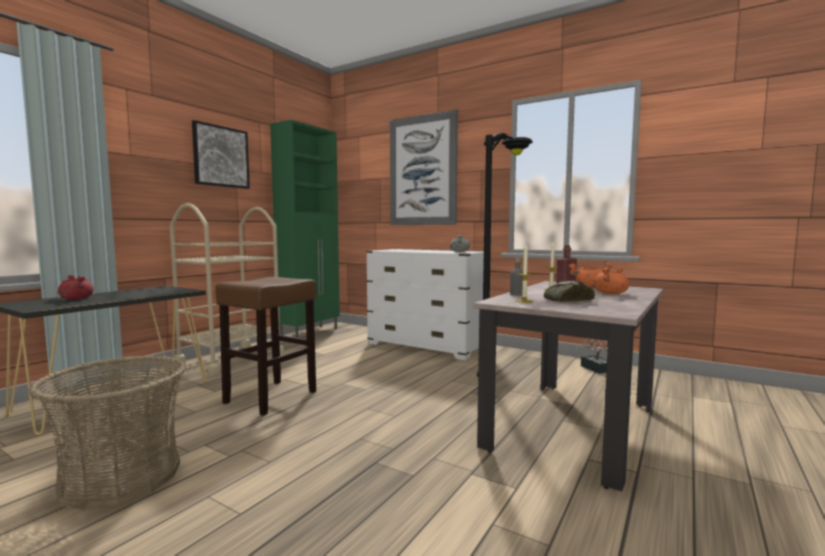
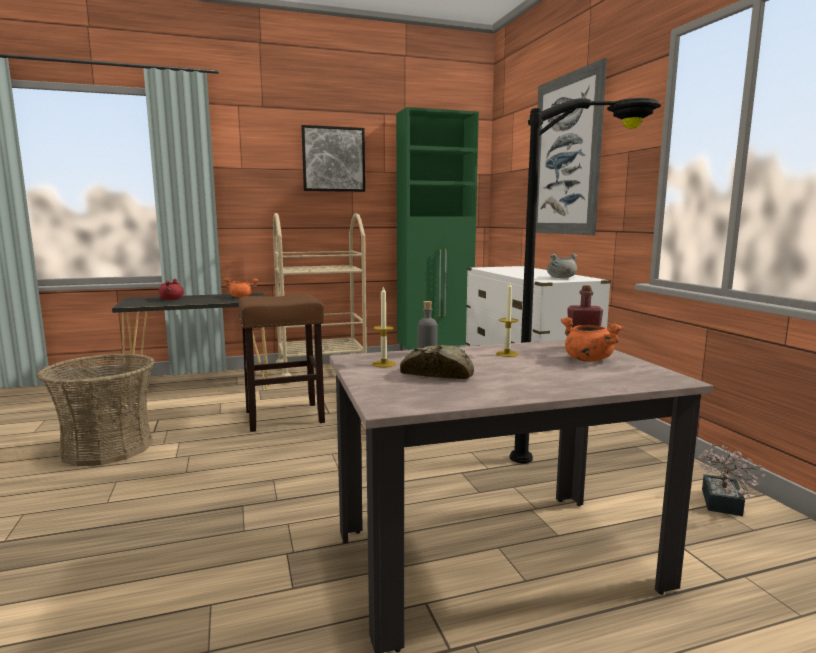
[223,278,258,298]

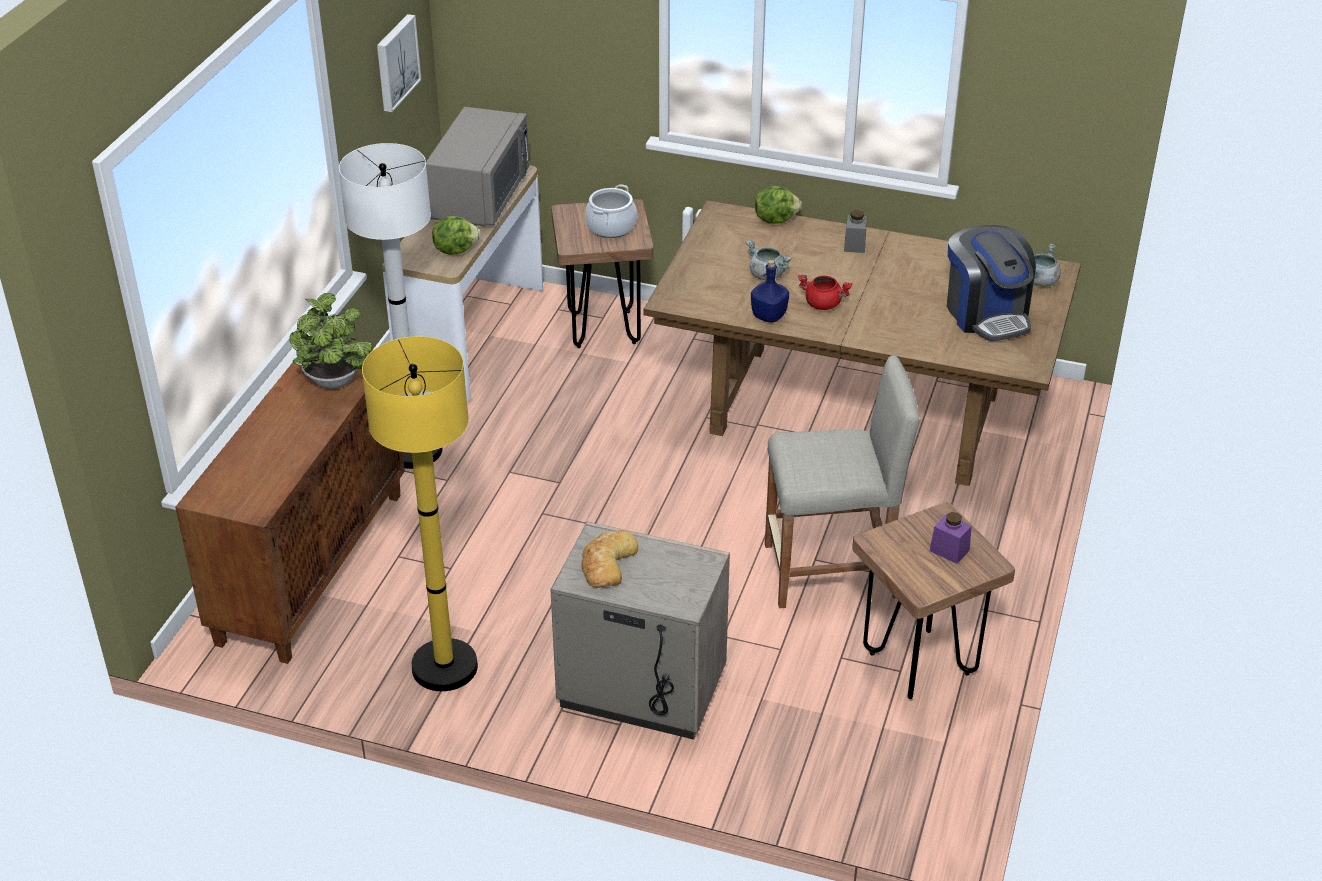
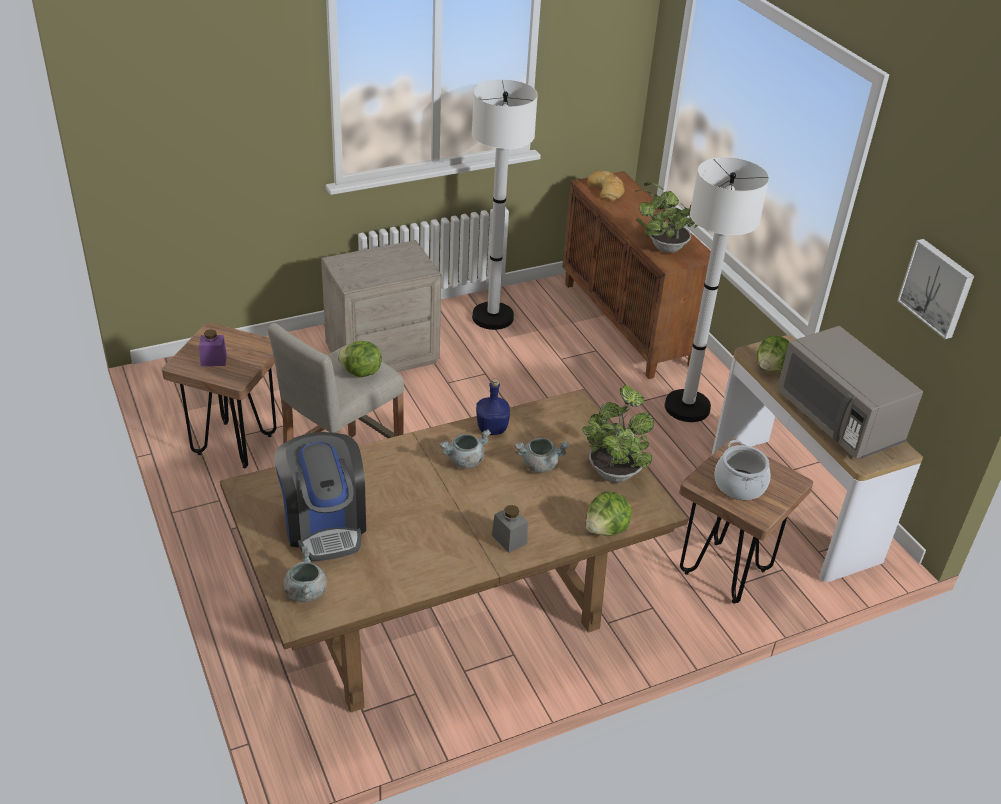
[472,80,538,330]
[587,171,625,201]
[439,429,491,468]
[274,432,366,561]
[337,341,382,377]
[583,385,654,483]

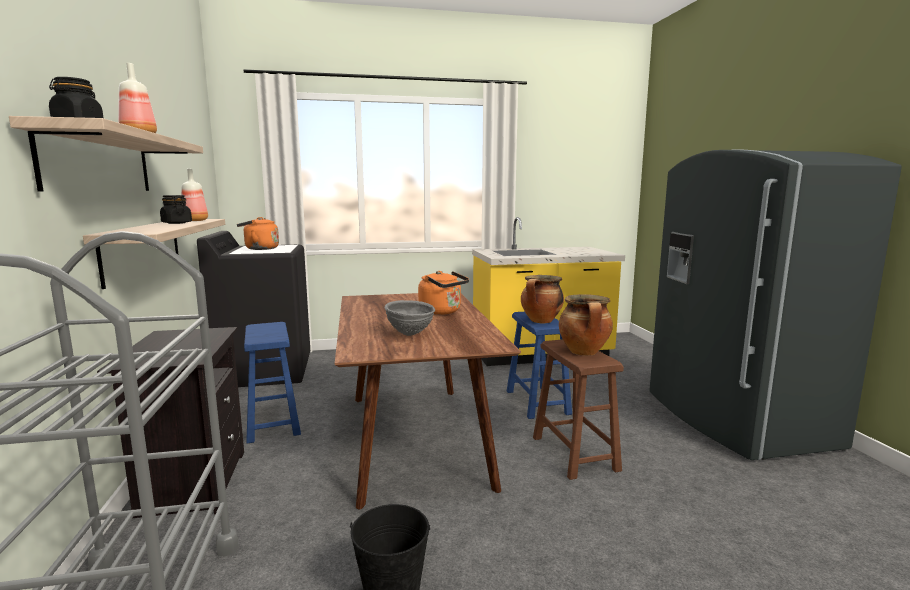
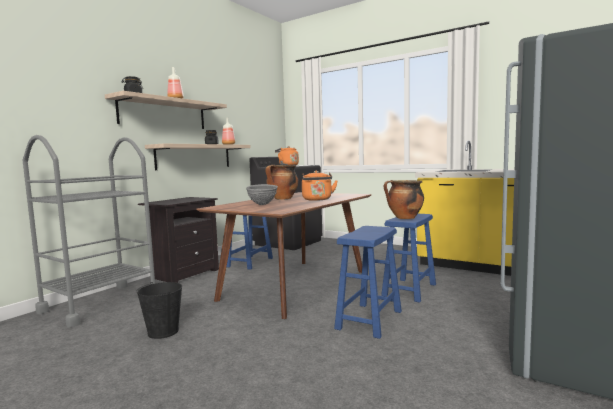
[334,226,402,339]
[265,165,298,200]

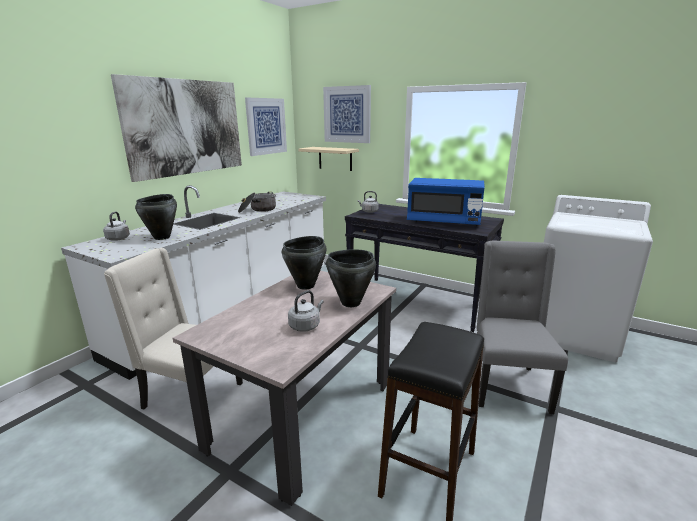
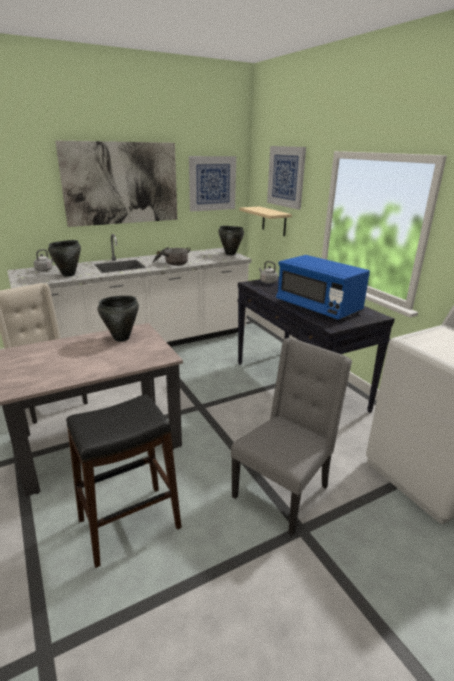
[288,290,324,332] (first image)
[218,226,244,255]

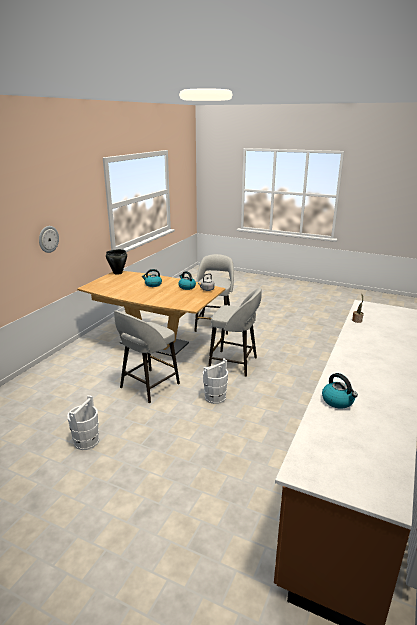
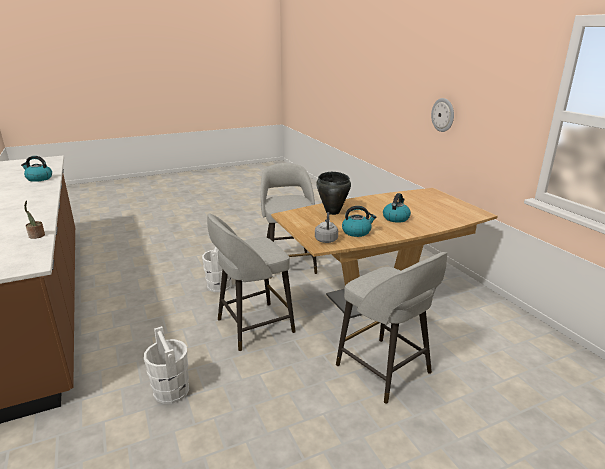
[144,326,189,404]
[316,172,351,215]

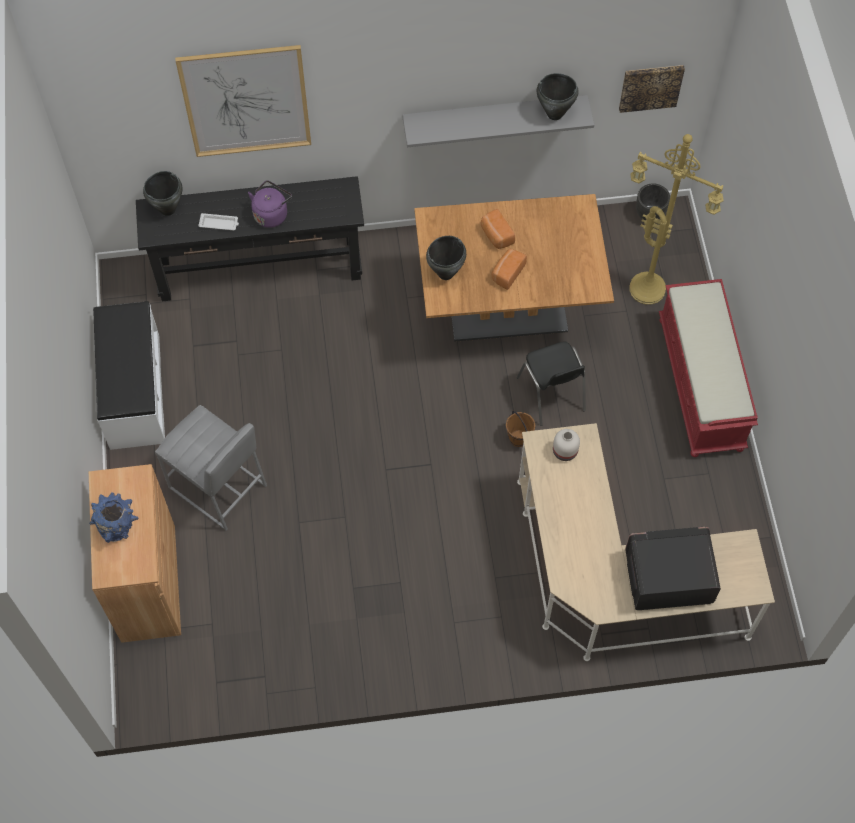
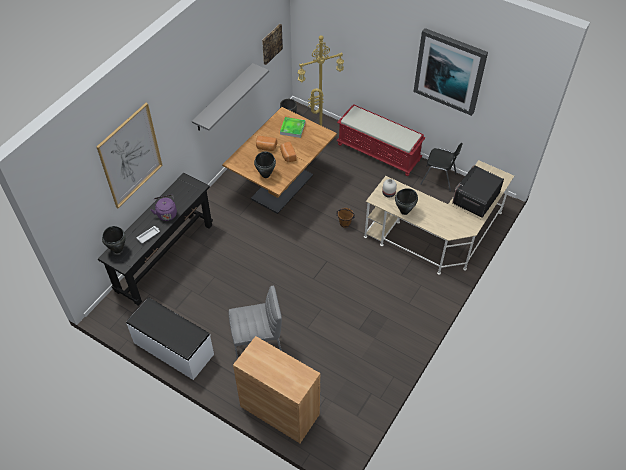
[89,492,139,543] (first image)
[420,143,463,192]
[395,188,418,215]
[280,117,305,138]
[413,28,488,116]

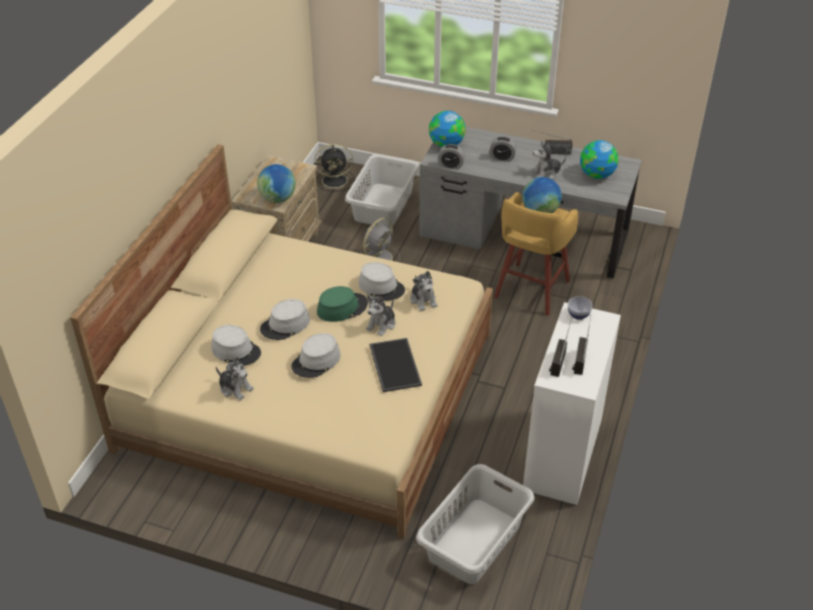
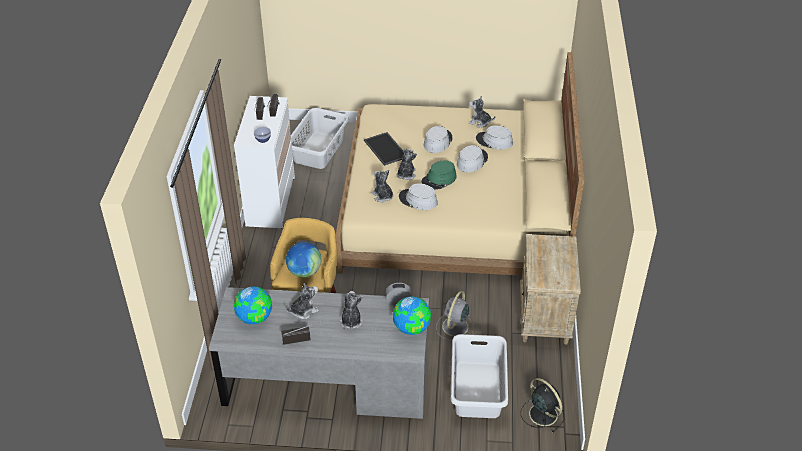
[257,164,296,203] (first image)
[521,378,564,433]
[340,291,363,329]

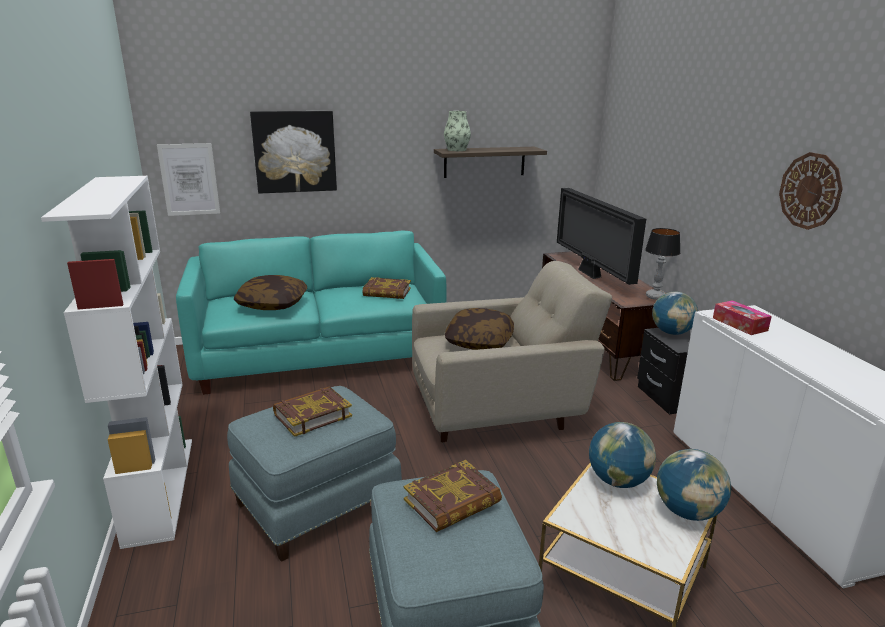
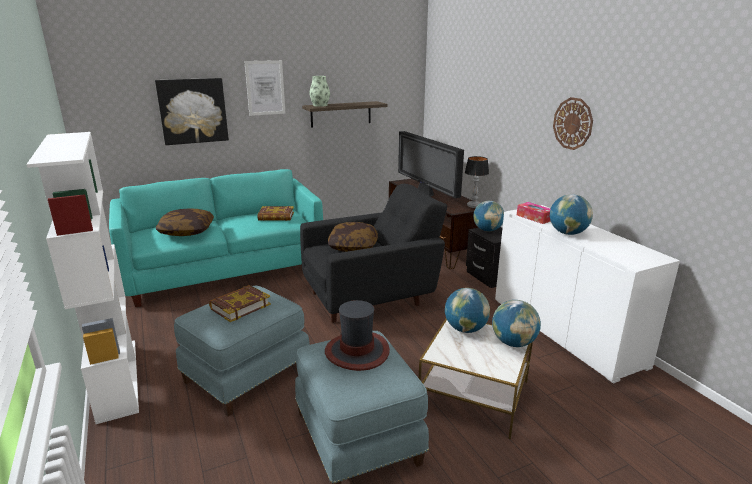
[244,60,286,116]
[325,300,390,371]
[300,184,447,323]
[550,194,593,235]

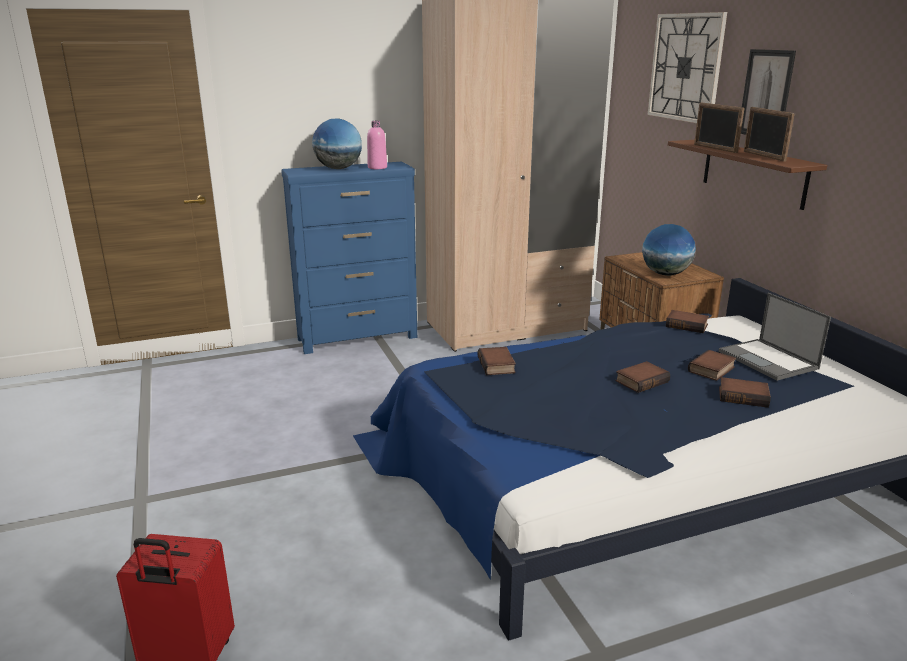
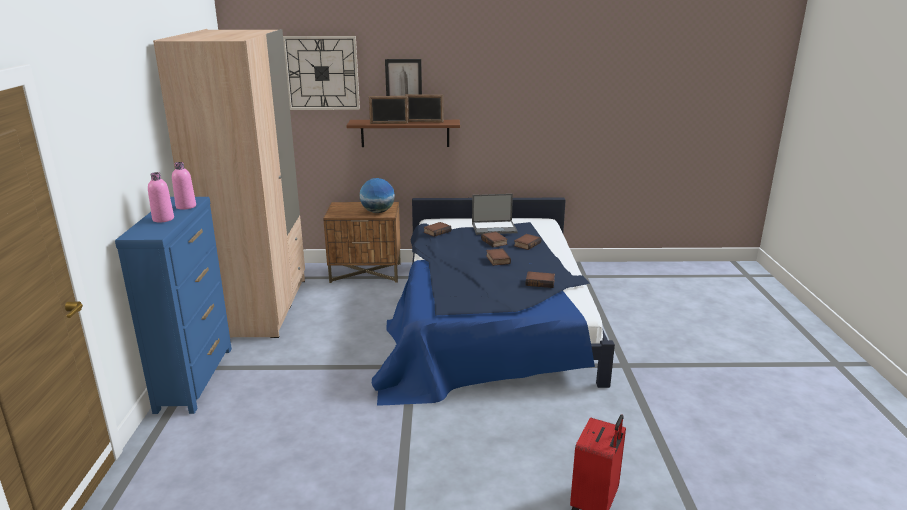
[148,172,174,222]
[526,271,555,288]

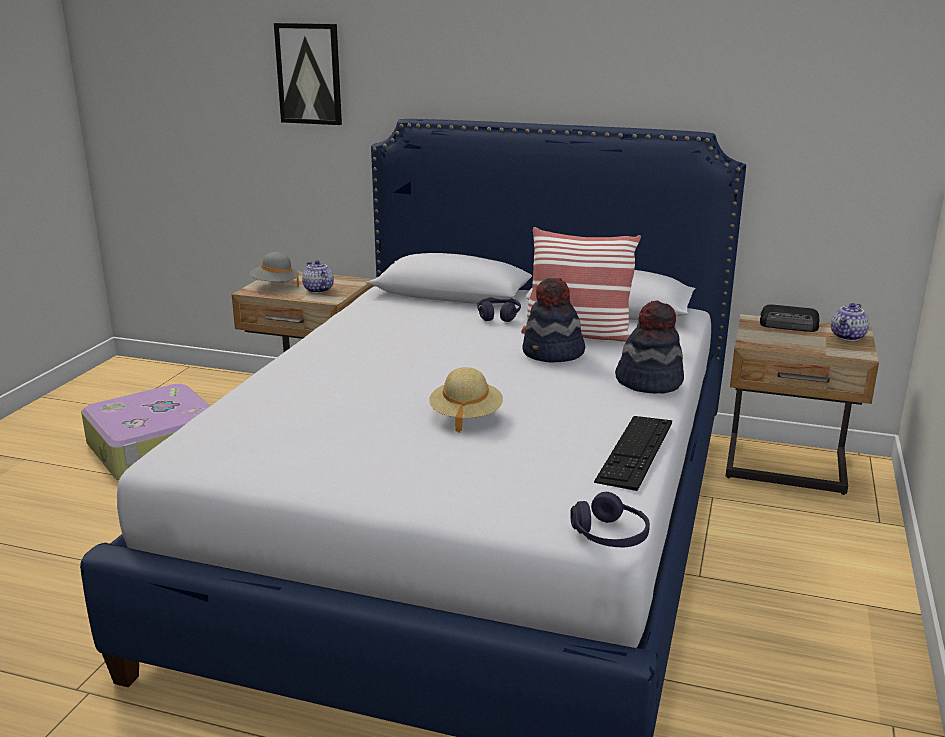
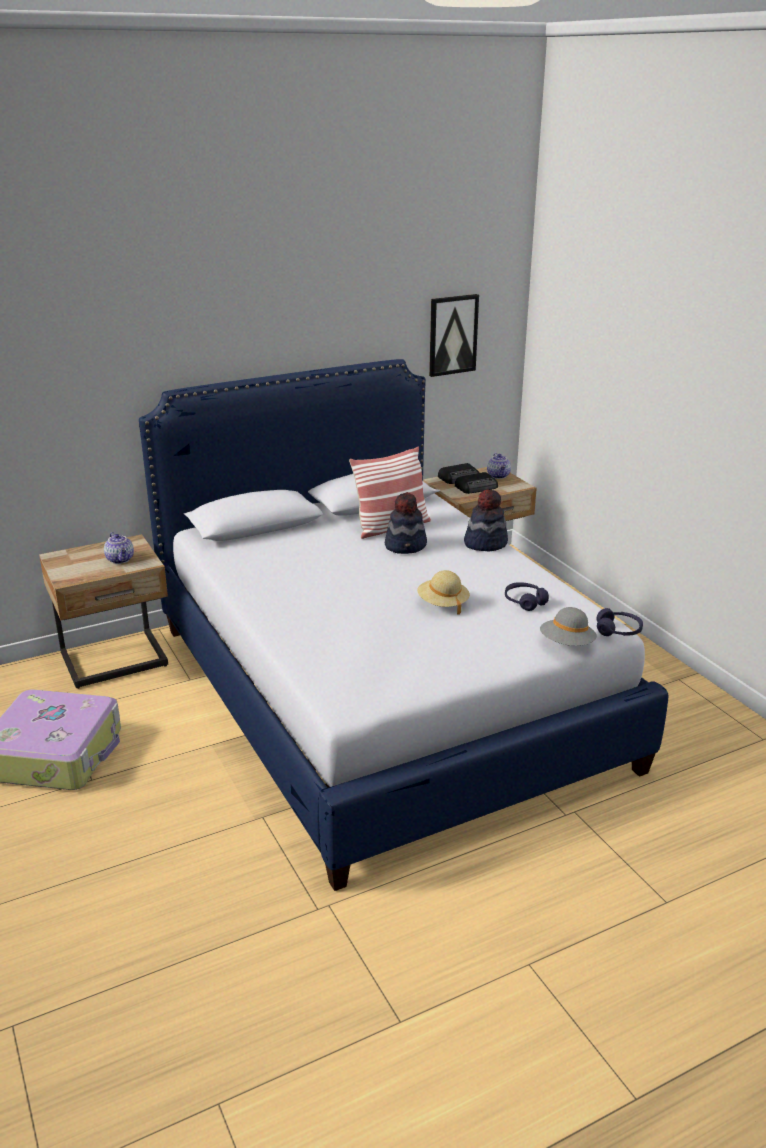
[540,607,597,646]
[429,294,479,377]
[104,532,134,564]
[505,582,549,611]
[594,416,672,491] (first image)
[455,472,498,494]

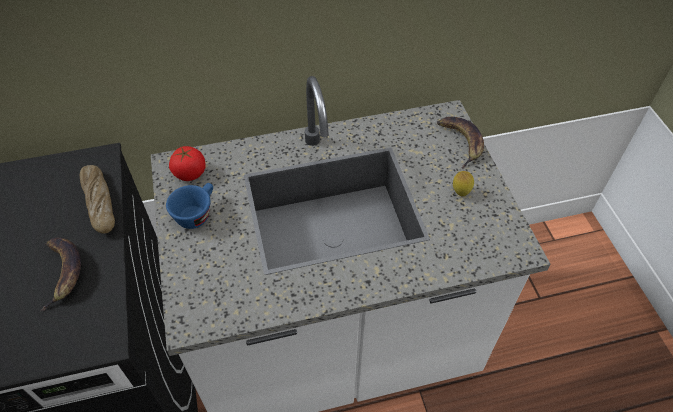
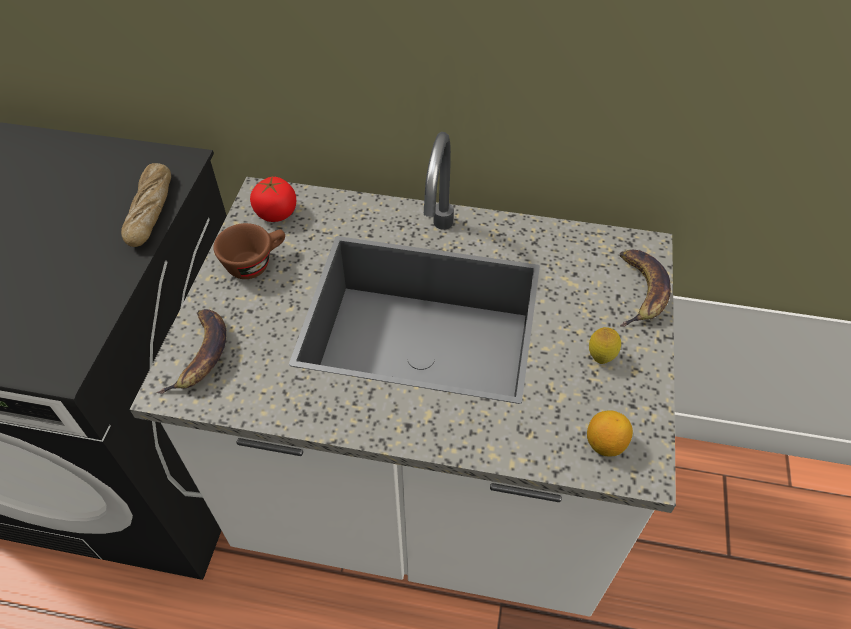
[157,309,226,394]
[213,223,285,279]
[587,410,633,457]

